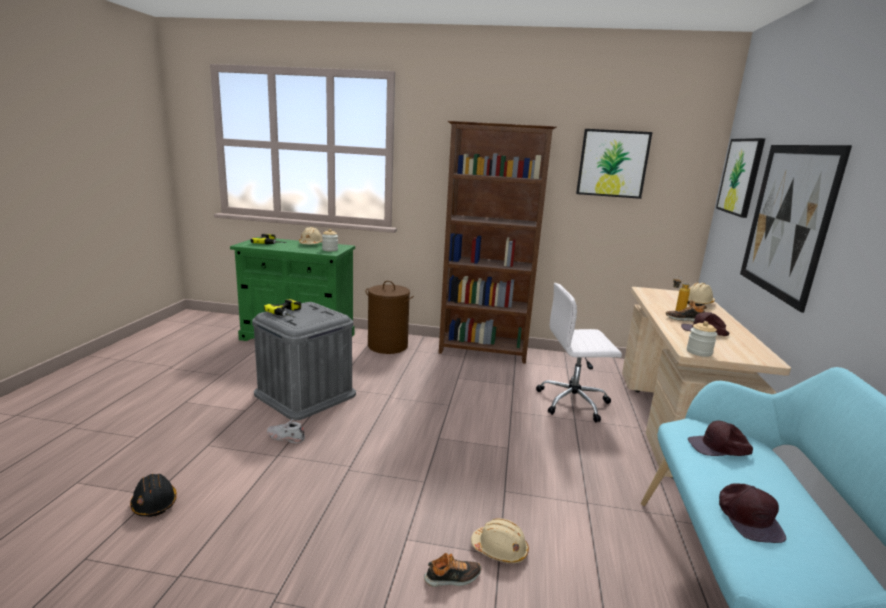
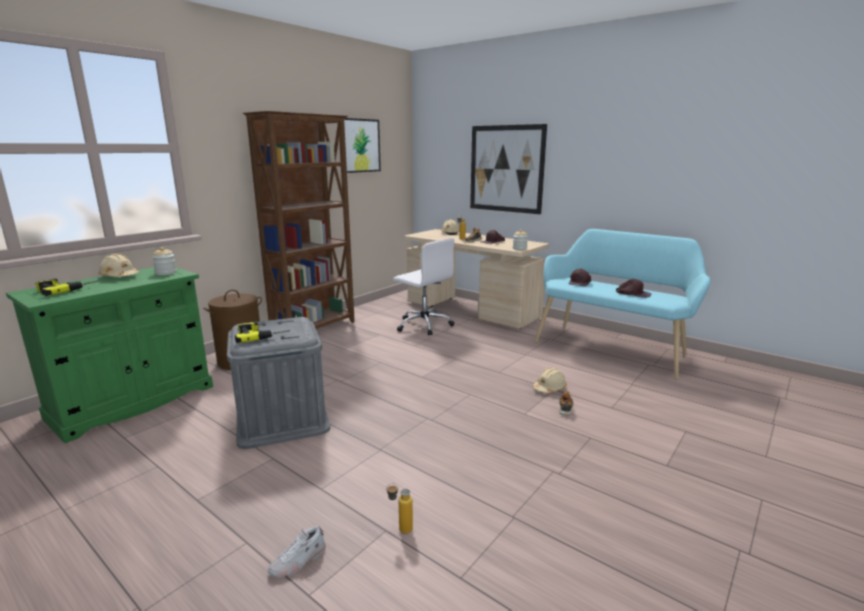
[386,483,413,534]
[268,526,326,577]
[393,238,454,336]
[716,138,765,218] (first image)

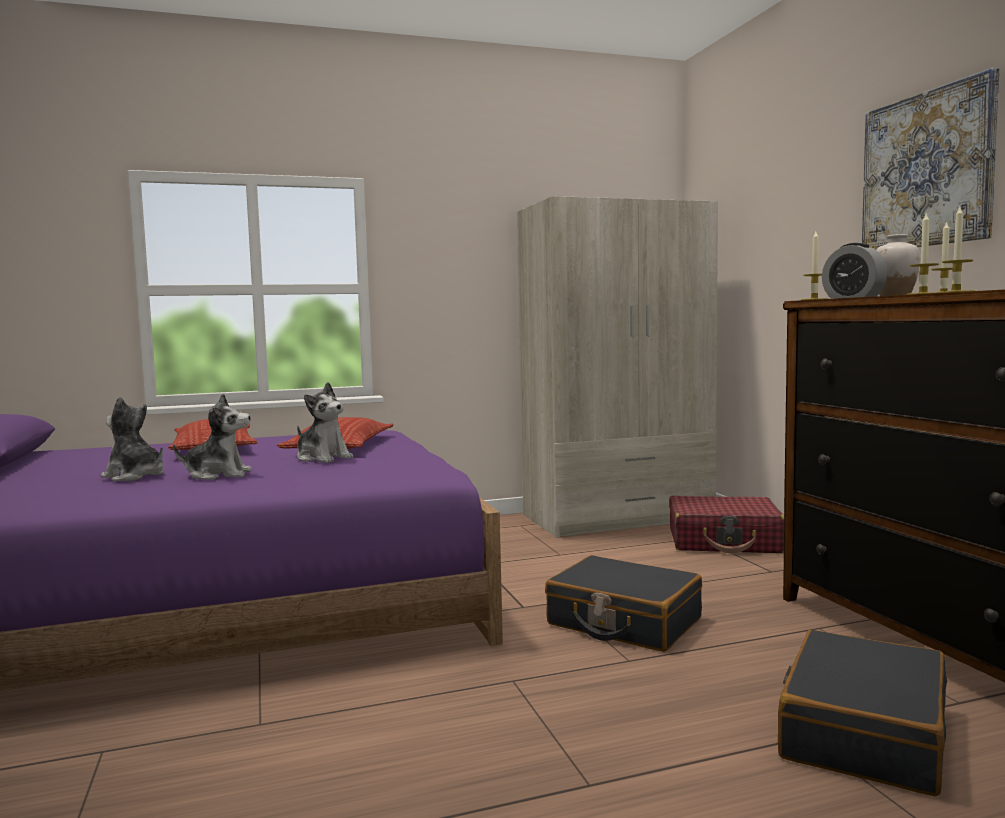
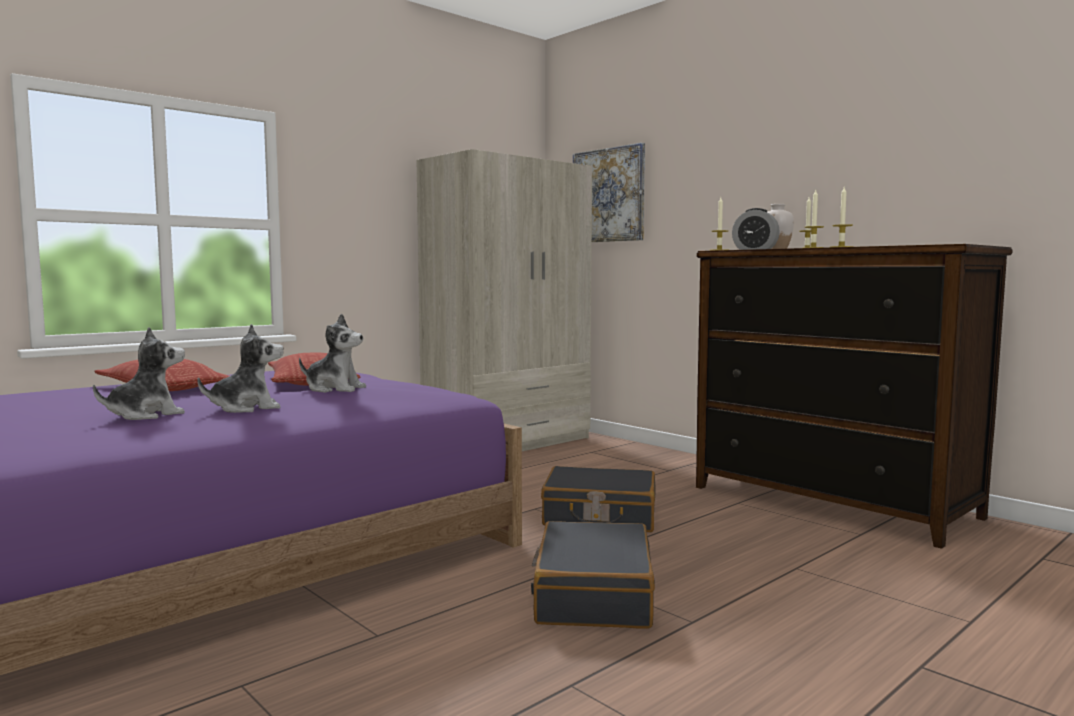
[93,328,185,420]
[669,496,784,553] (first image)
[531,521,655,629]
[573,143,645,242]

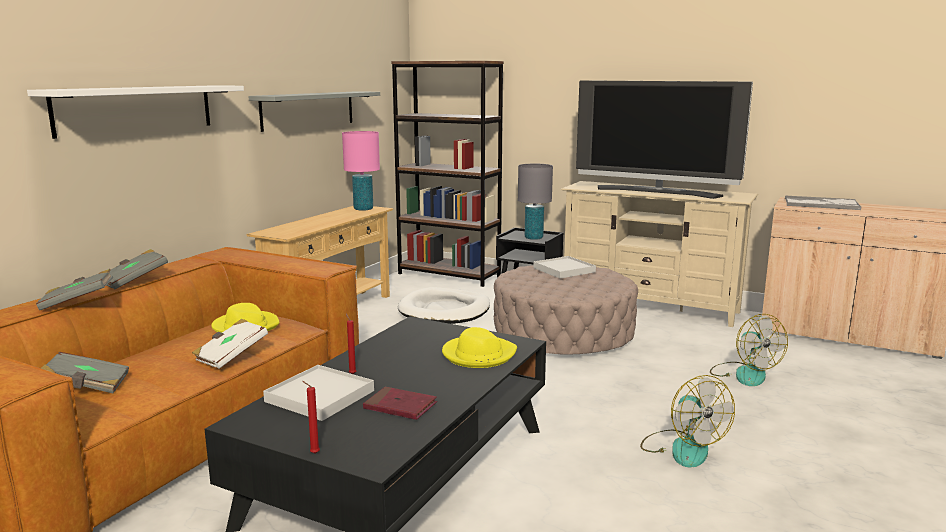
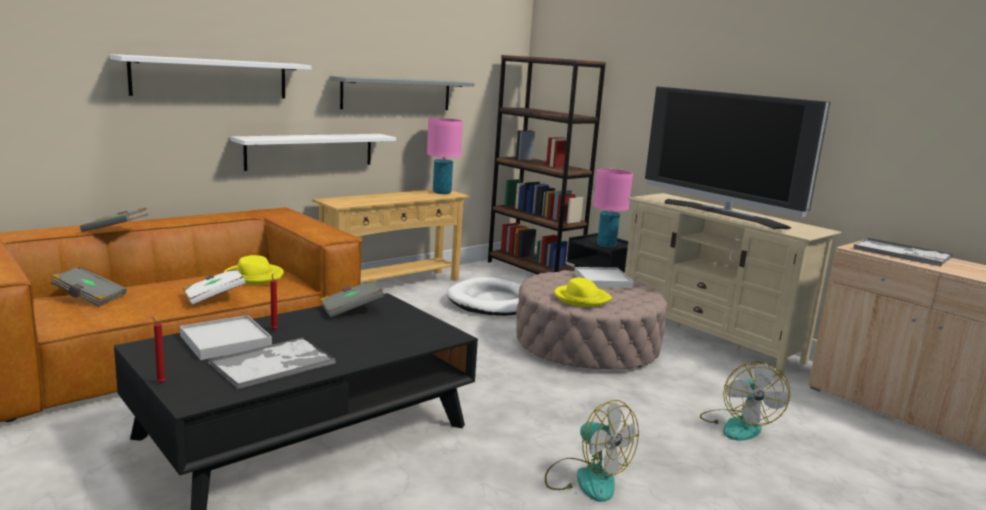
[320,279,384,318]
[208,337,336,389]
[554,277,612,307]
[593,168,633,248]
[545,400,639,502]
[230,134,396,171]

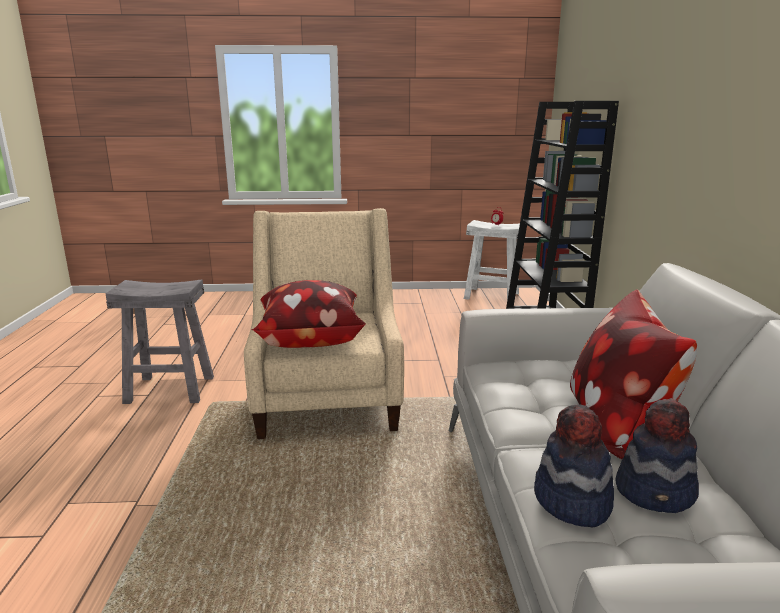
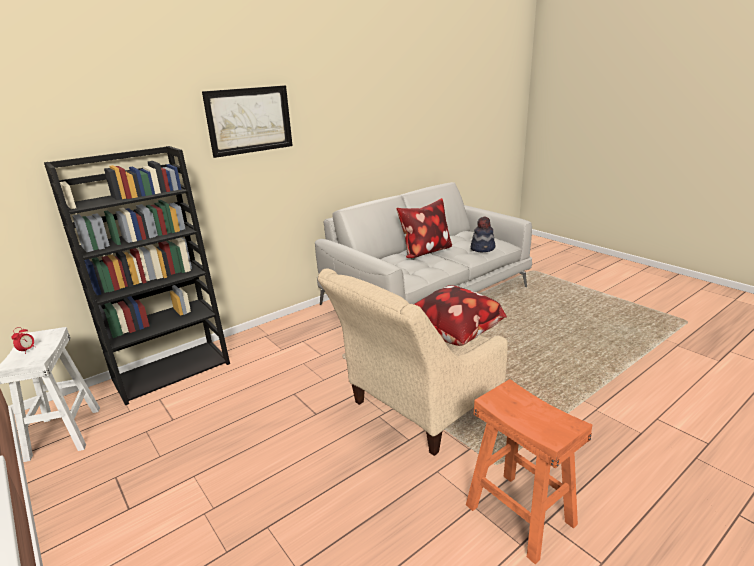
[466,379,592,565]
[615,398,699,513] (first image)
[202,85,293,158]

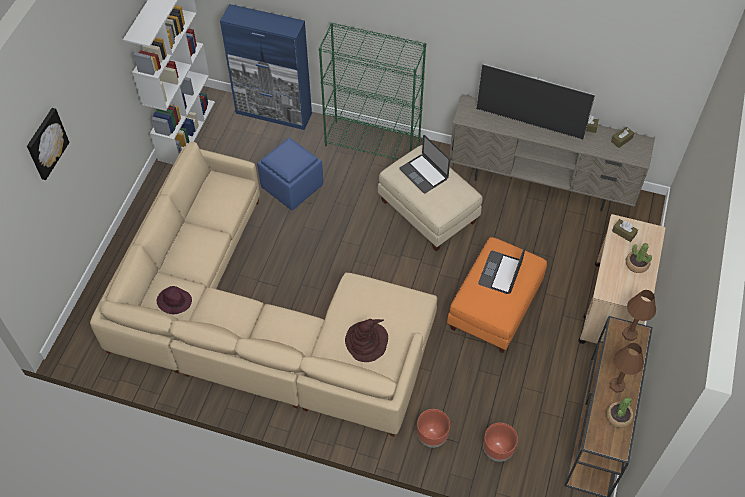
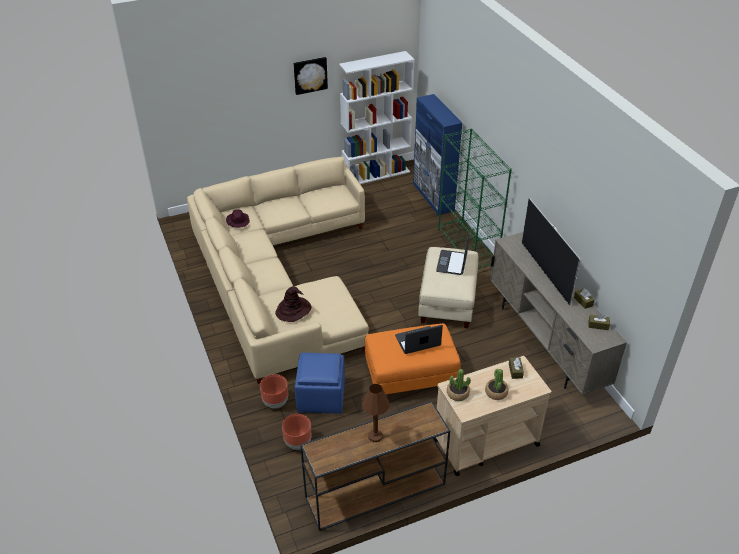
[293,57,328,95]
[295,353,345,414]
[447,369,471,401]
[622,290,656,341] (first image)

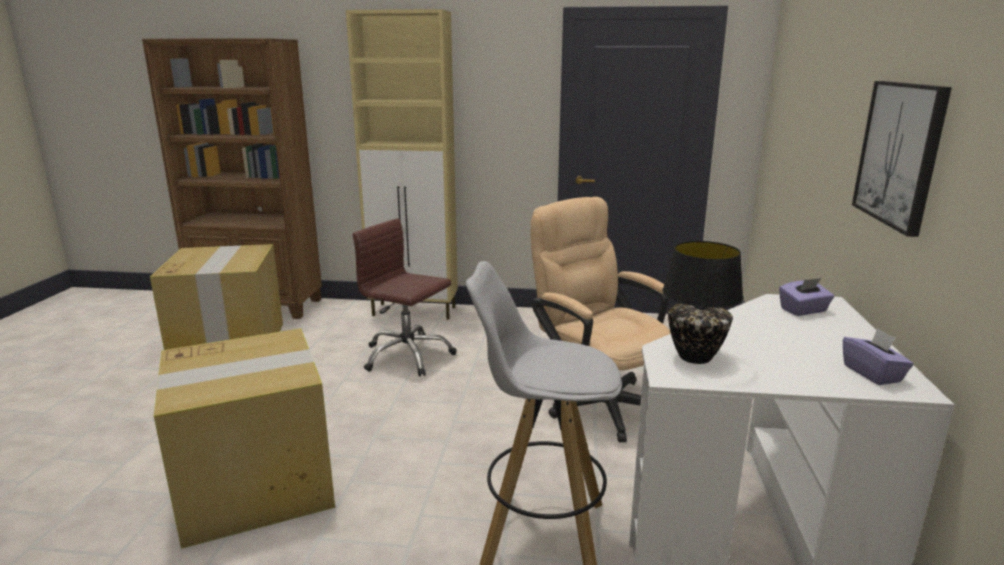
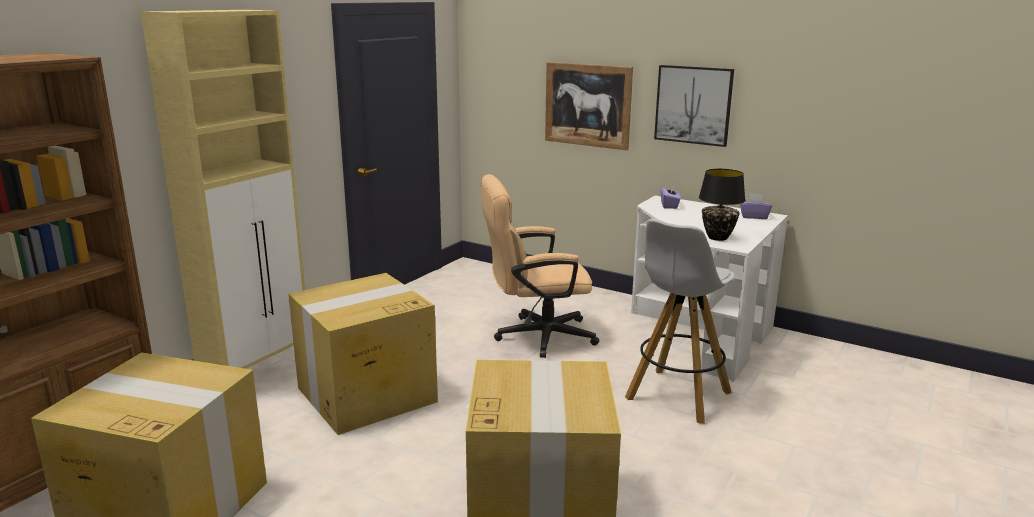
[288,273,438,435]
[545,62,633,150]

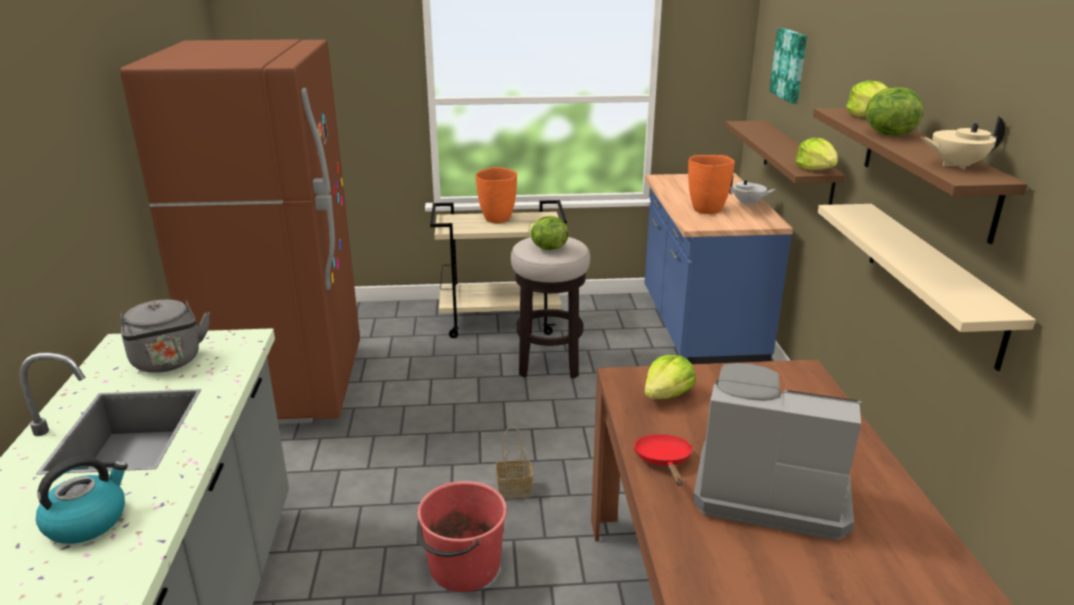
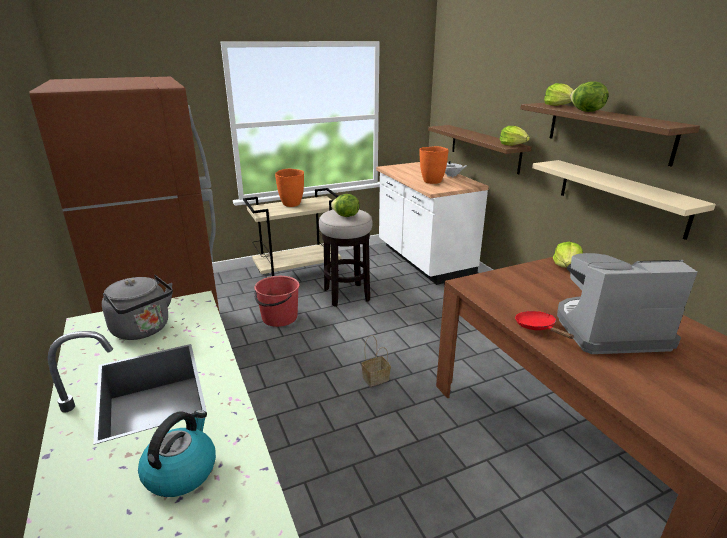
[254,276,300,327]
[553,242,583,268]
[376,162,489,285]
[769,28,807,104] (first image)
[921,116,1005,170] (first image)

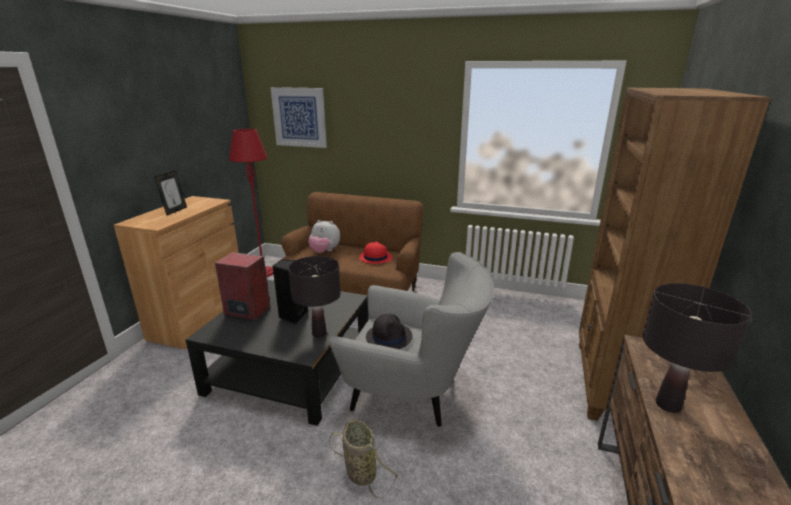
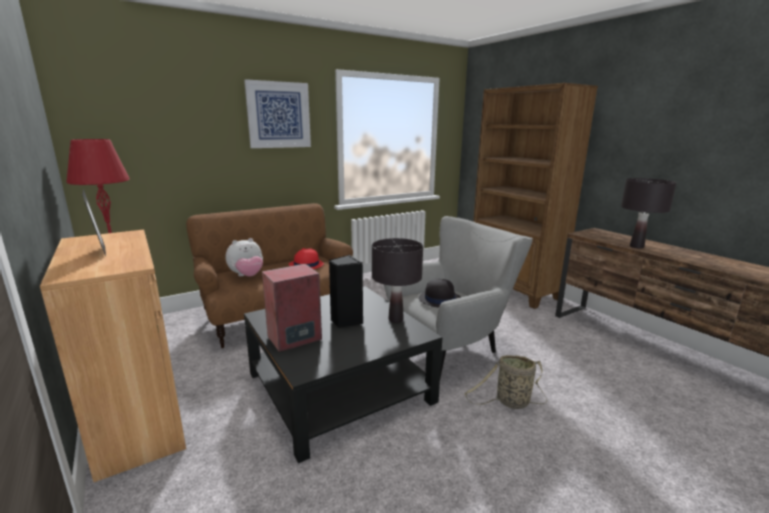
[244,79,311,148]

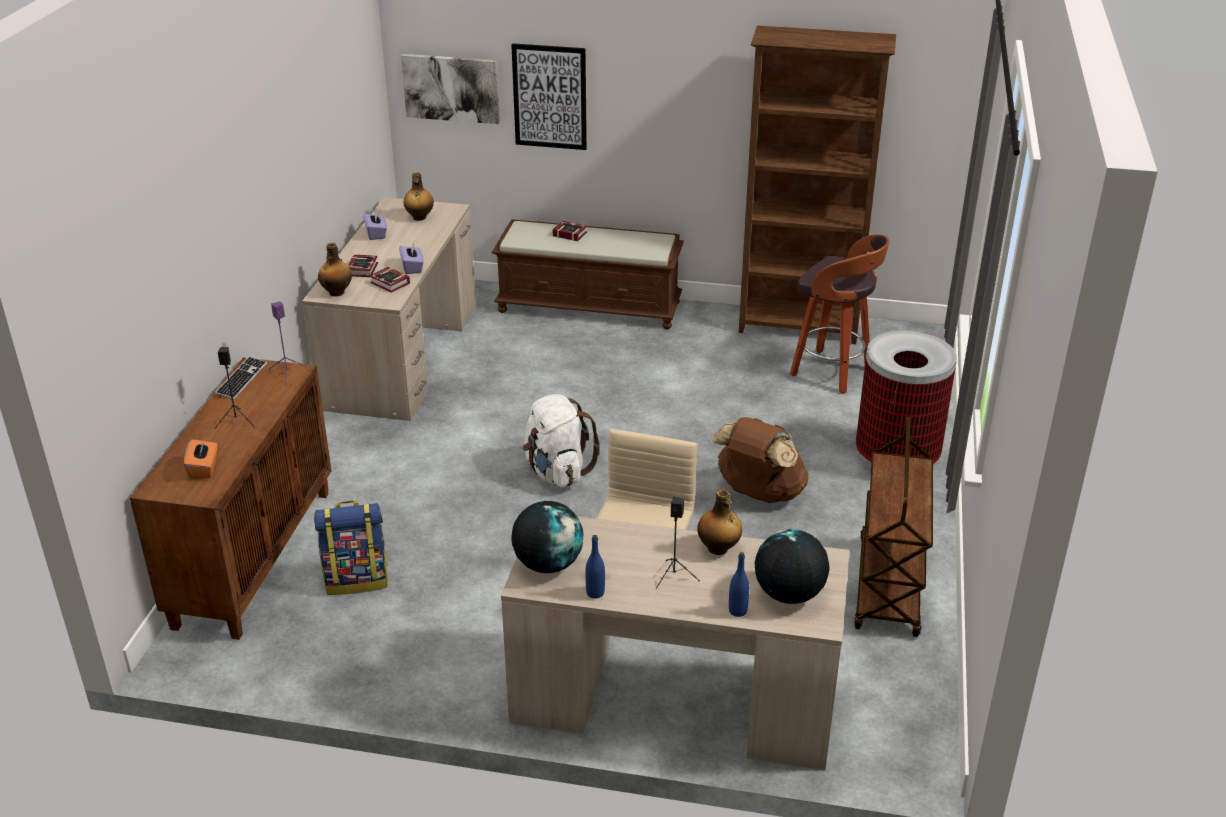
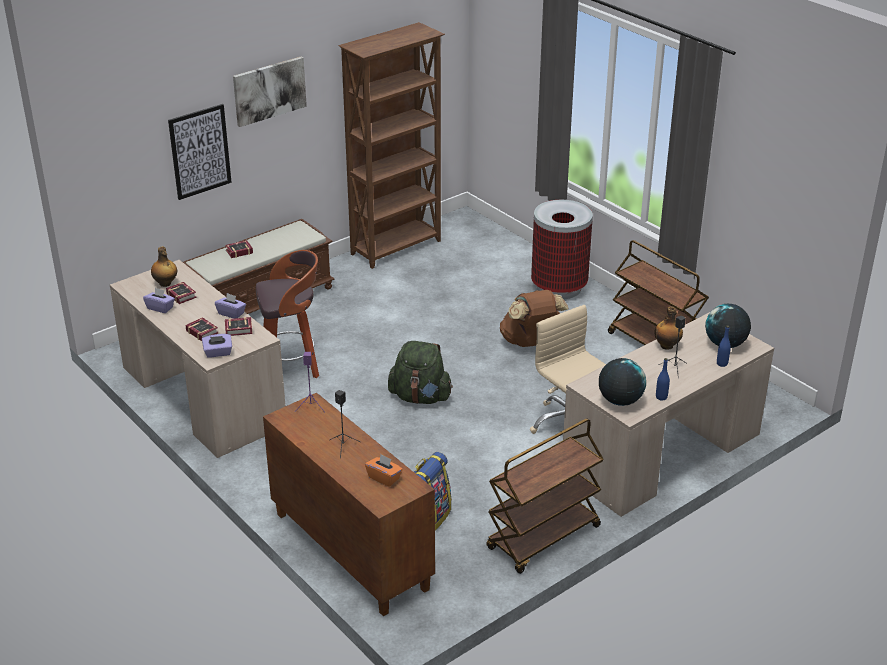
[215,357,267,399] (first image)
[202,334,232,358]
[233,57,307,127]
[388,341,453,404]
[256,250,319,378]
[166,282,197,304]
[486,418,604,574]

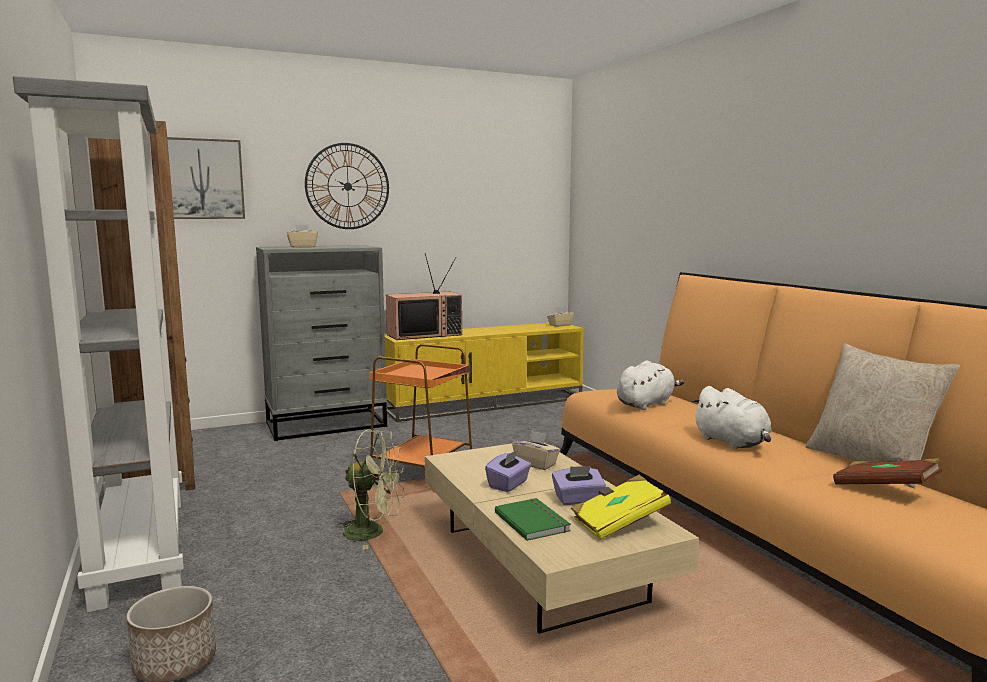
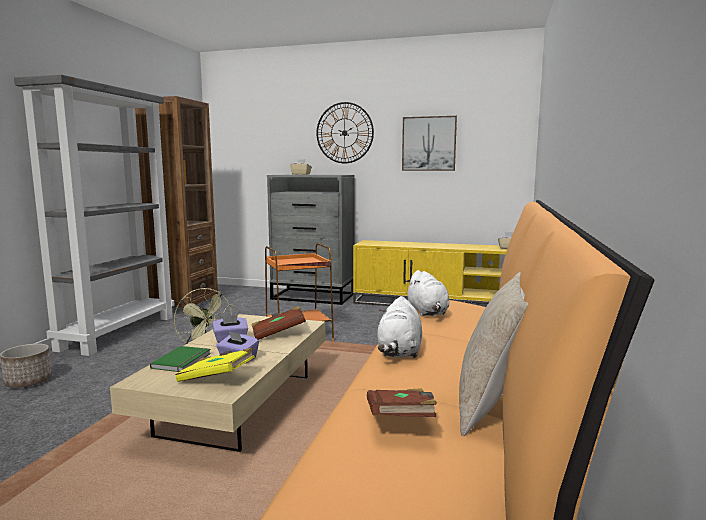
[402,116,457,171]
[386,253,462,340] (first image)
[252,306,306,340]
[405,270,450,316]

